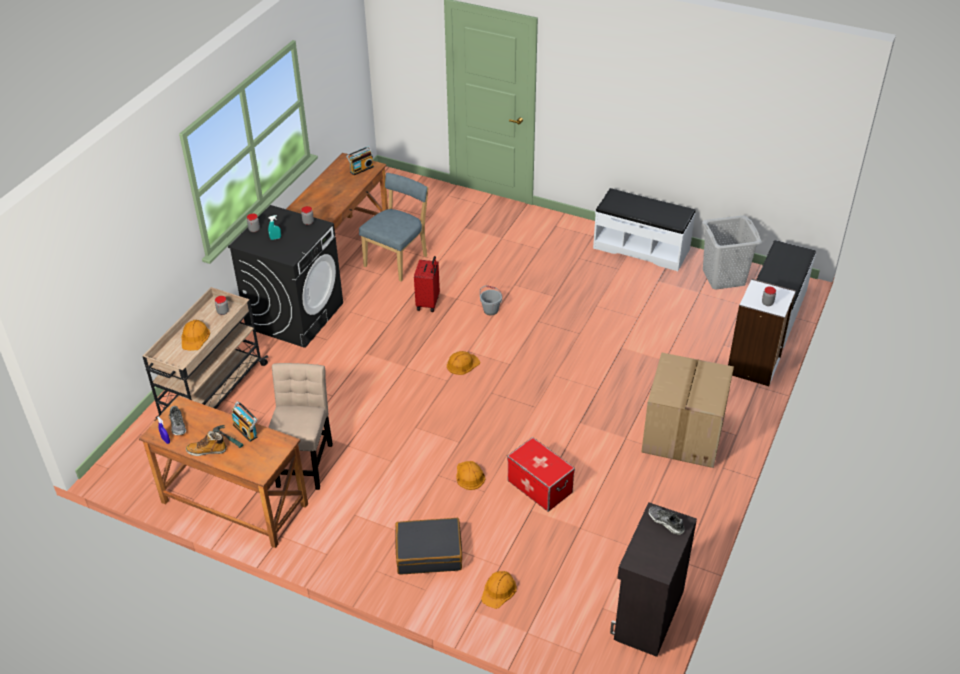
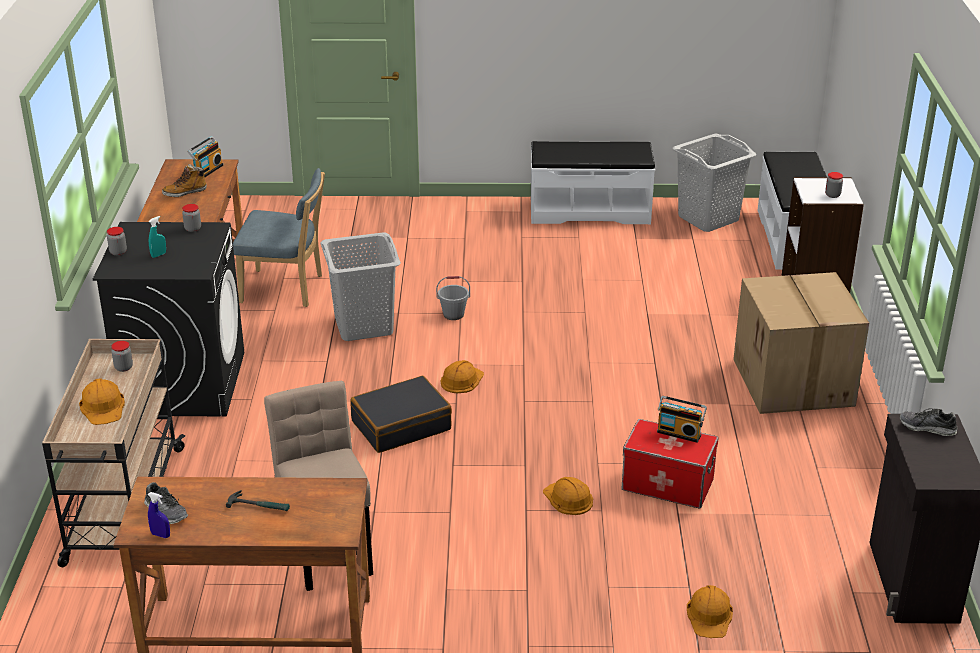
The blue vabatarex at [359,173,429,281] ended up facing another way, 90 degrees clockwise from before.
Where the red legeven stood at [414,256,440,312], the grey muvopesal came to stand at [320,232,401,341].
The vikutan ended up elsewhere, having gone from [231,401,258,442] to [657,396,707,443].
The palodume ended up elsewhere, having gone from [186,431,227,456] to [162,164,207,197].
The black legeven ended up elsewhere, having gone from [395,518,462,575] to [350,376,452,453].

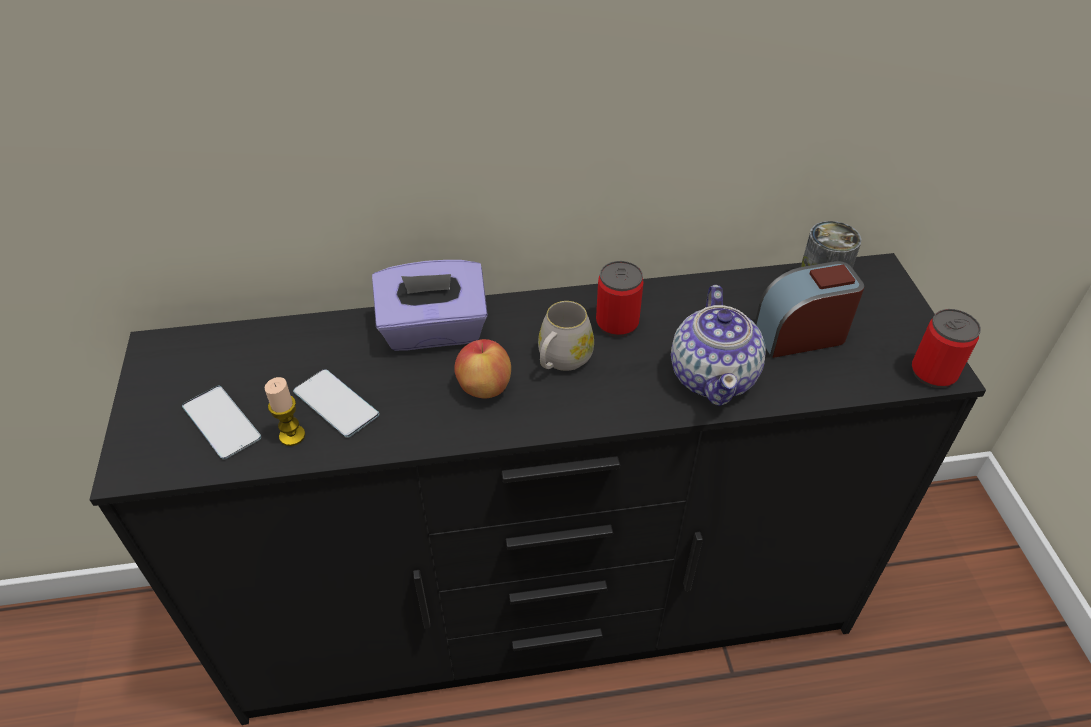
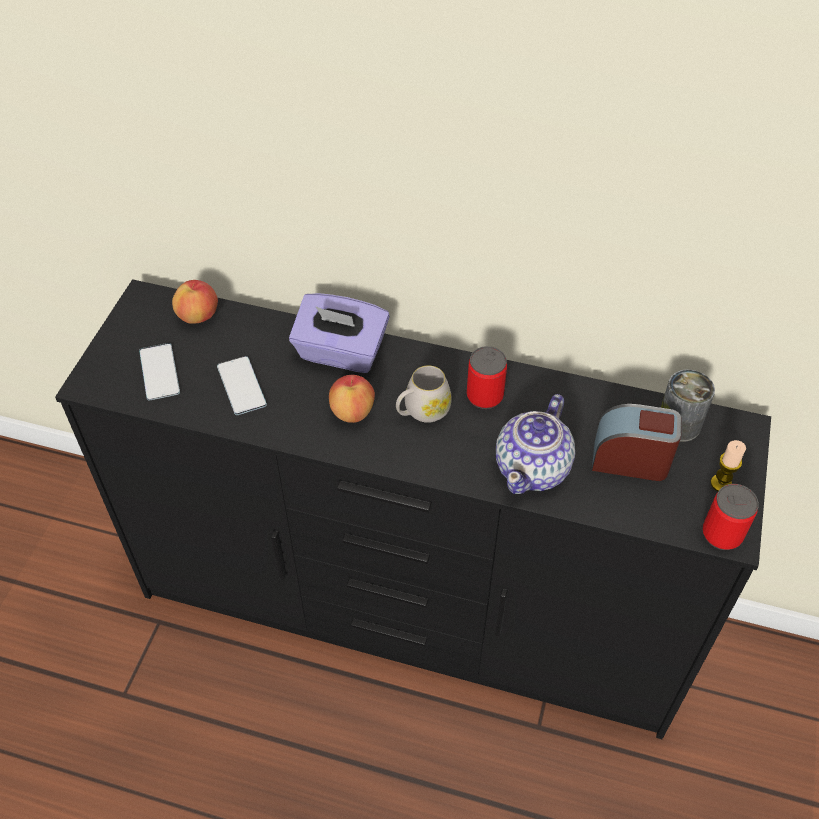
The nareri ended up elsewhere, having gone from [264,377,306,446] to [711,440,746,491].
The second view gained the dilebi at [172,280,218,324].

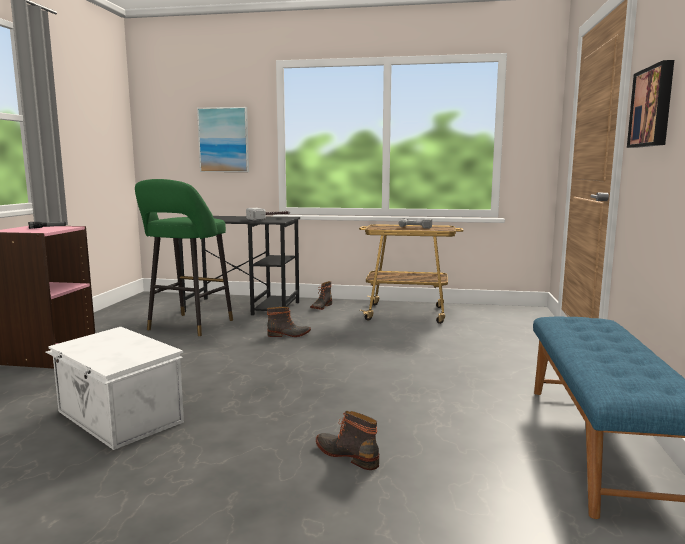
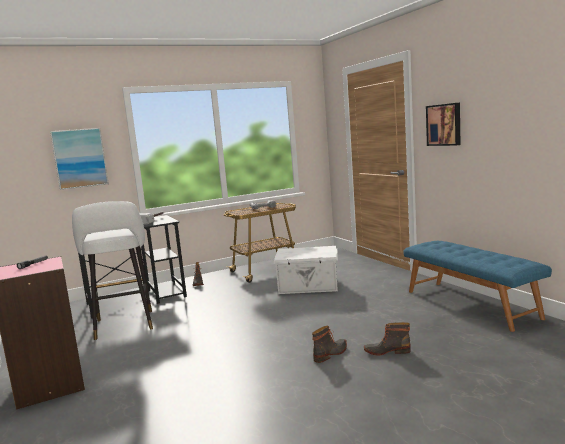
What was the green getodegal at [135,179,233,336] turned into the white getodegal at [72,201,153,340].
The palodume ended up elsewhere, having gone from [267,307,311,337] to [312,326,347,363].
The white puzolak ended up elsewhere, having gone from [46,327,184,450] to [273,246,338,294].

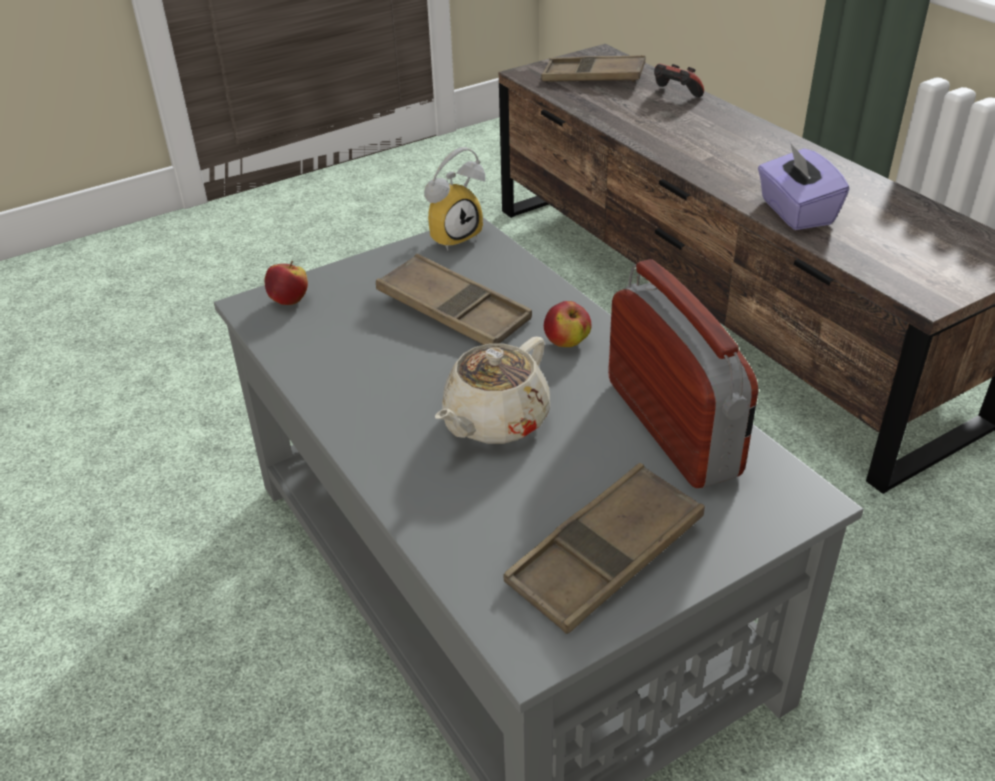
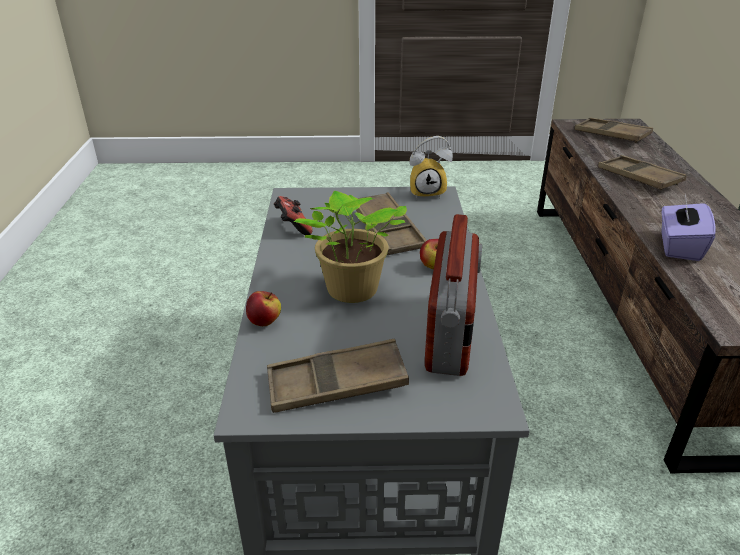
The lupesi ended up elsewhere, having gone from [654,64,704,97] to [274,196,312,235].
The dilebi ended up elsewhere, having gone from [265,261,308,305] to [246,291,281,326].
Where the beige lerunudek stood at [435,337,550,444], the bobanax came to stand at [294,191,407,303].
The second view gained the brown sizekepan at [598,155,687,191].

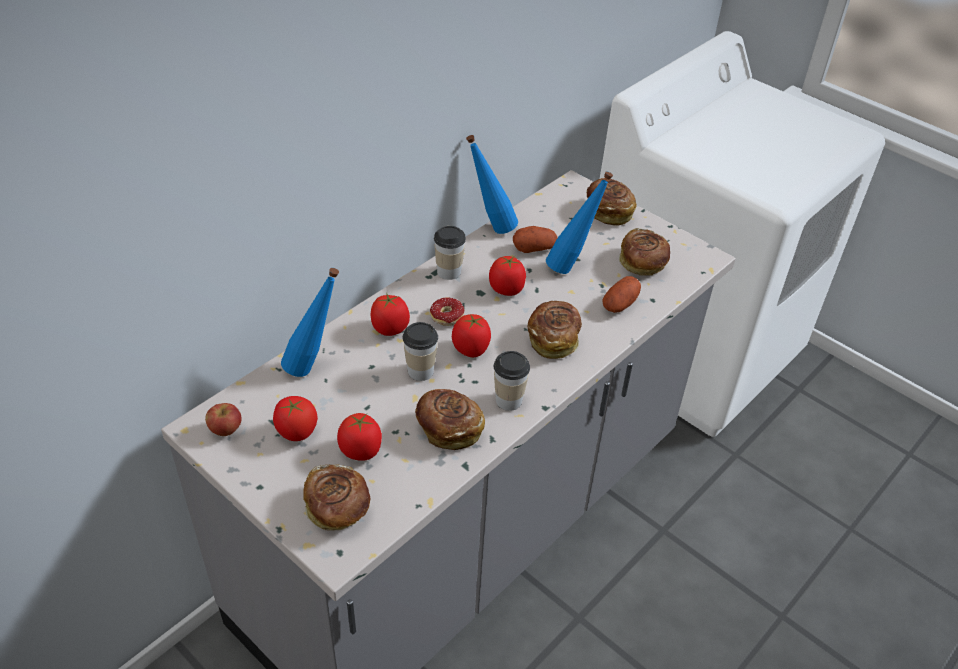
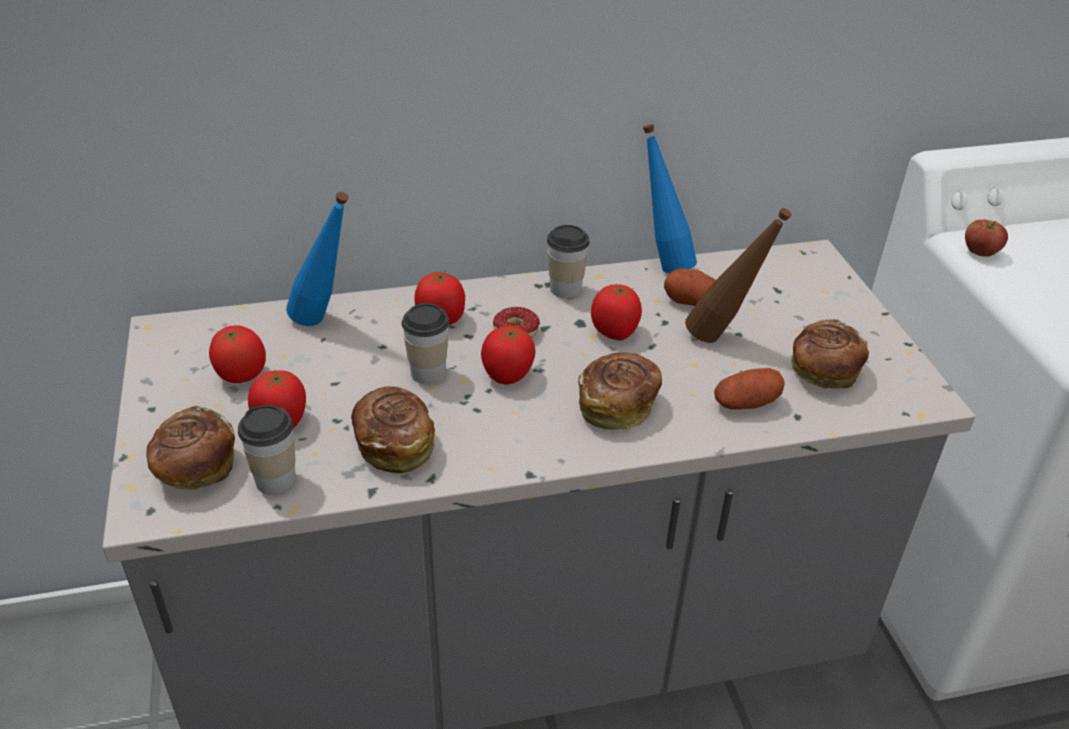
What was the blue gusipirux at [546,171,613,274] turned into the brown gusipirux at [685,208,792,343].
The second view lost the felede at [587,178,636,226].
The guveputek ended up elsewhere, having gone from [494,351,530,411] to [238,405,296,495].
The dilebi ended up elsewhere, having gone from [205,403,242,436] to [965,220,1008,257].

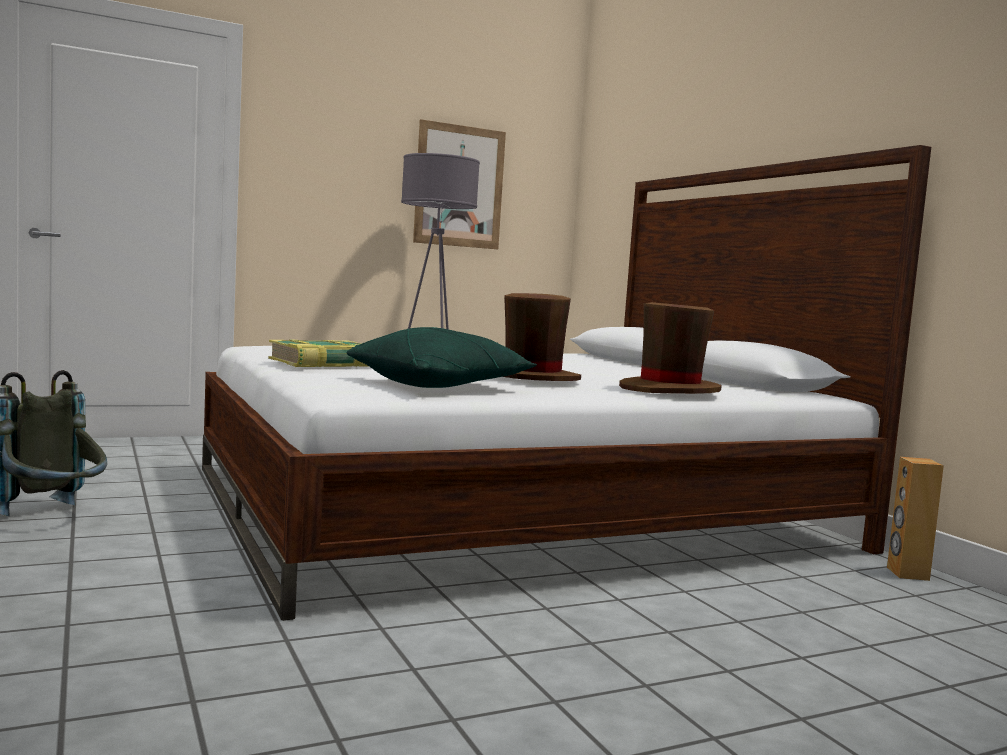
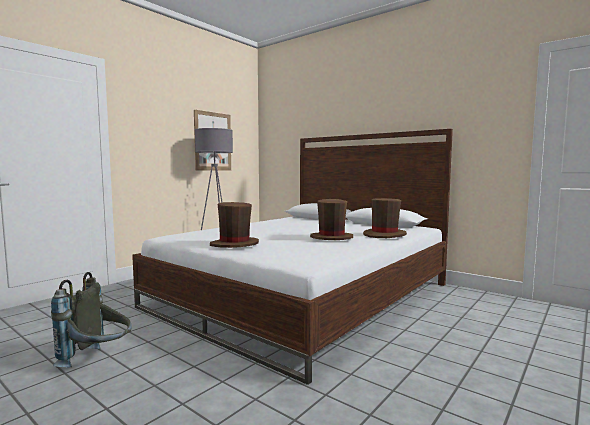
The second view lost the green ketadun at [347,327,537,388].
Where the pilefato stood at [268,340,368,367], the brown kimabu came to stand at [210,202,259,248].
The second view lost the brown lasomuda at [887,457,944,581].

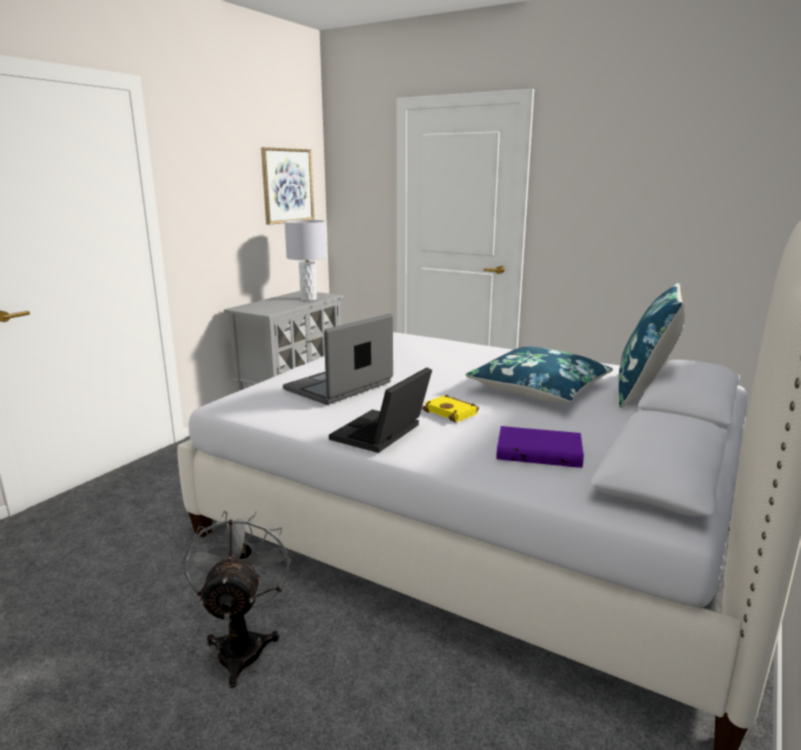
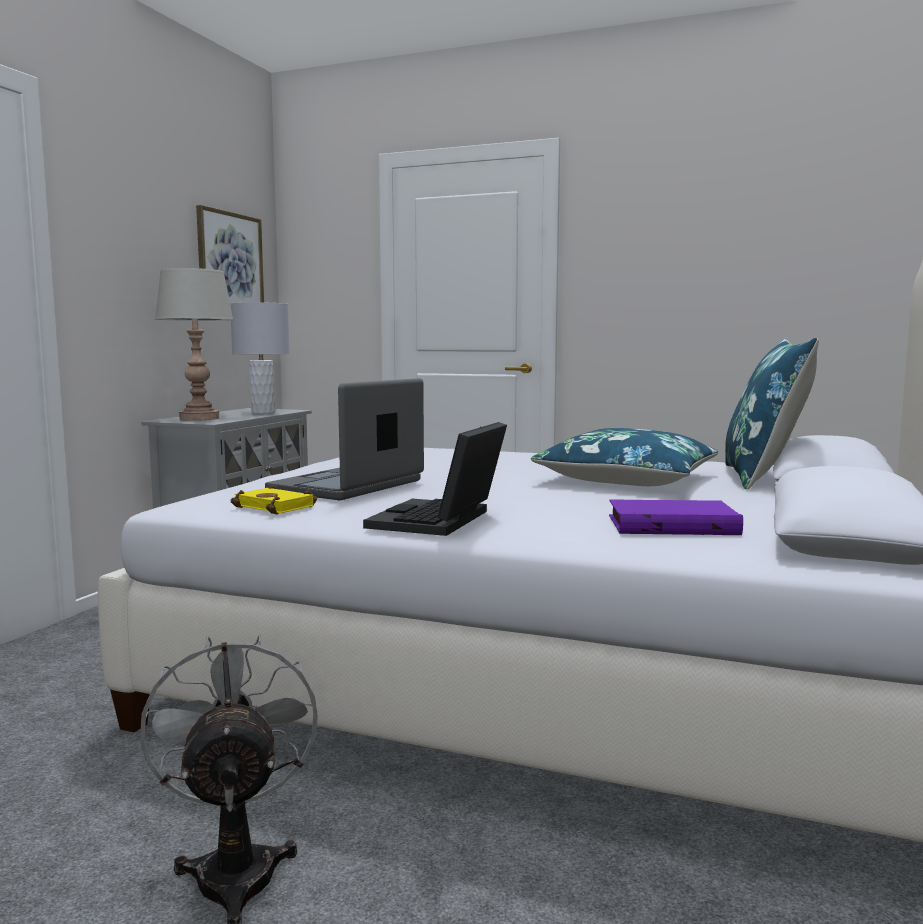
The yellow pilefato ended up elsewhere, having gone from [422,394,479,422] to [231,485,317,514].
The second view gained the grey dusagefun at [155,268,234,421].

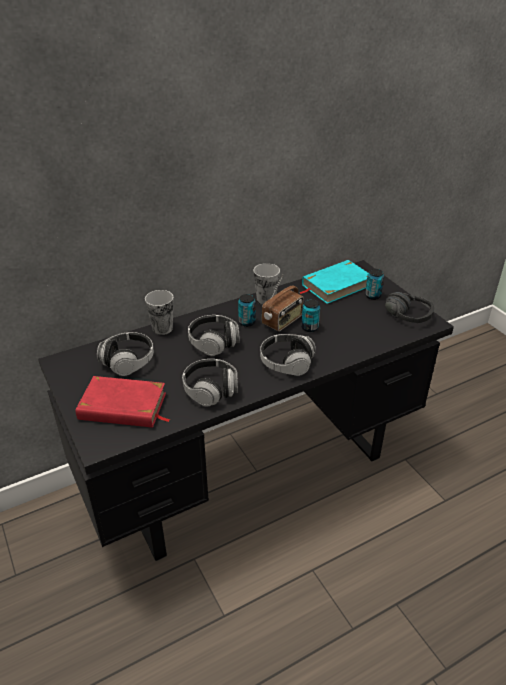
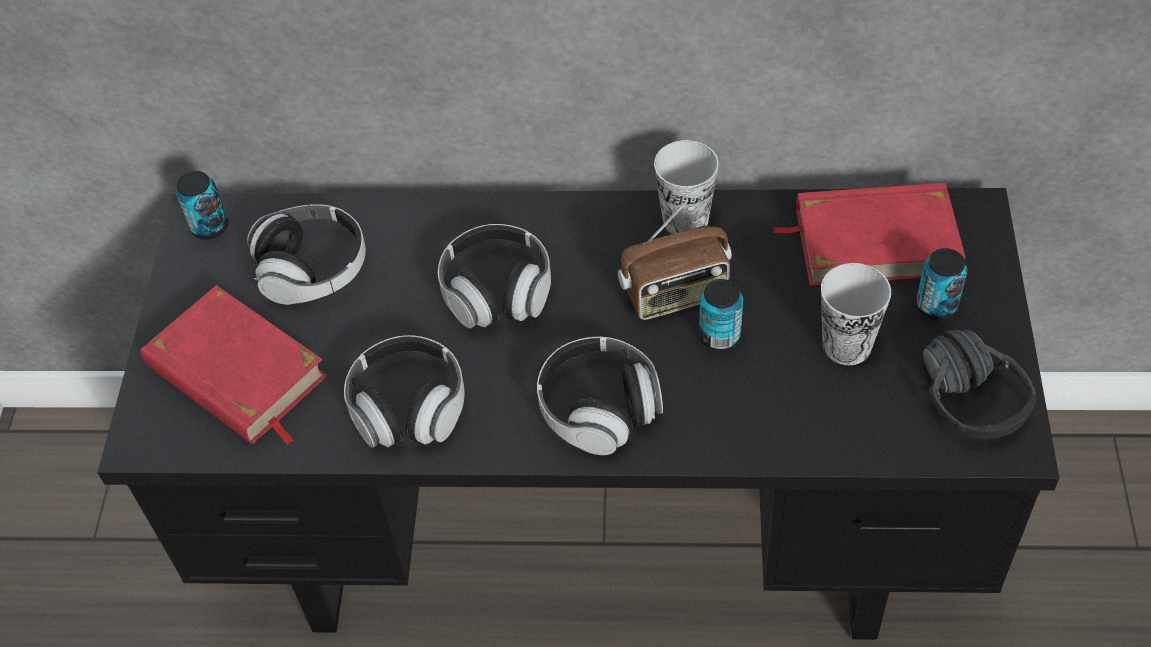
What was the turquoise pilefato at [299,260,368,304] turned into the red pilefato at [772,183,966,286].
The guveputek ended up elsewhere, having gone from [145,290,173,335] to [821,263,891,365].
The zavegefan ended up elsewhere, having gone from [238,294,256,327] to [176,171,228,240].

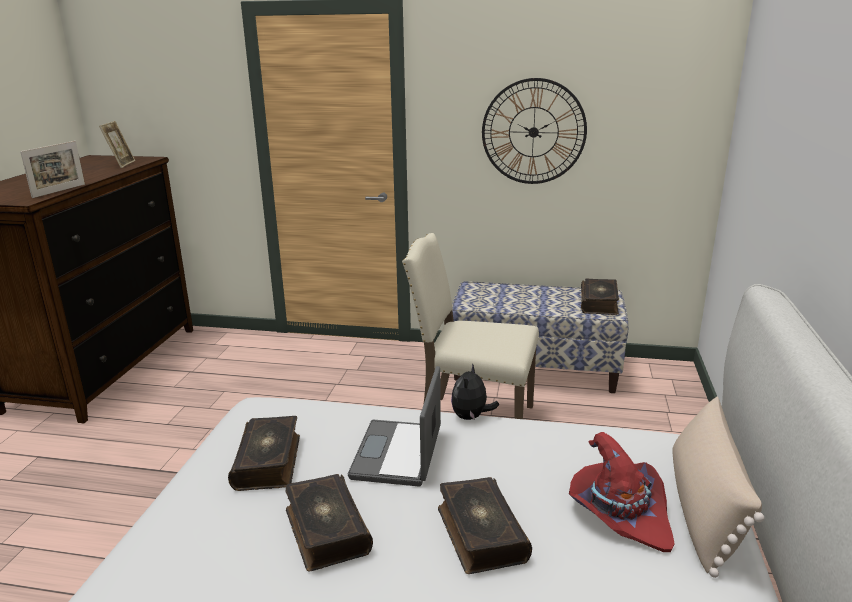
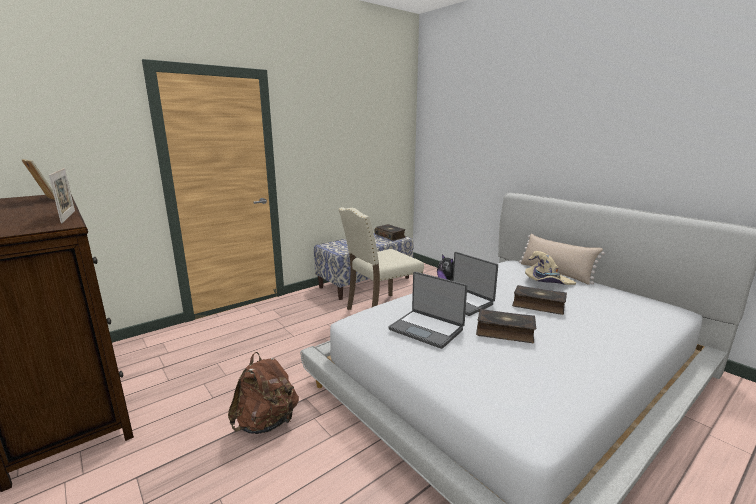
The second view lost the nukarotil at [482,78,587,184].
Where the pilefato stood at [228,416,300,491], the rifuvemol came to stand at [388,272,467,349].
What was the red kimabu at [569,432,675,552] turned into the beige kimabu at [525,251,576,285].
The second view gained the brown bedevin at [228,352,299,434].

